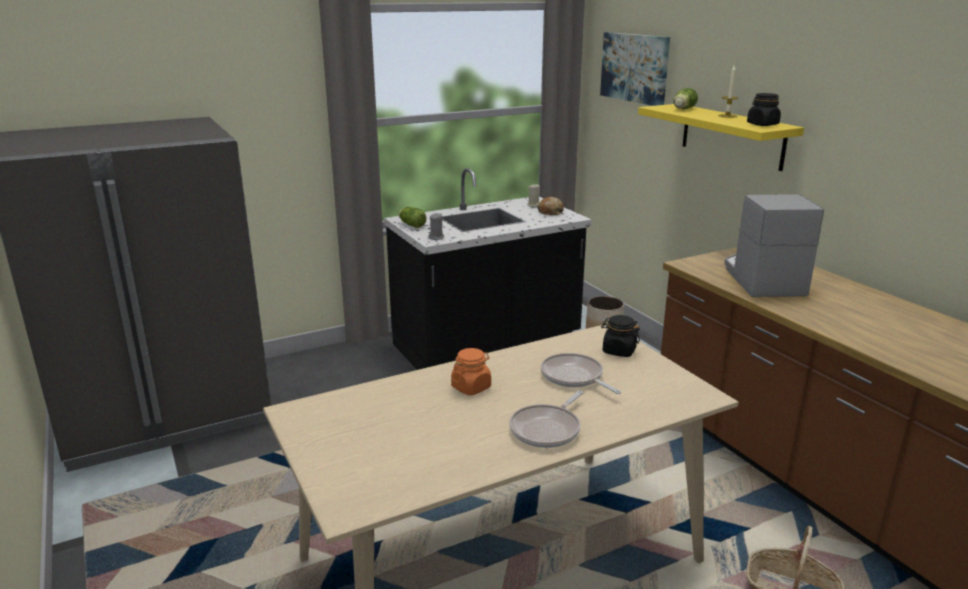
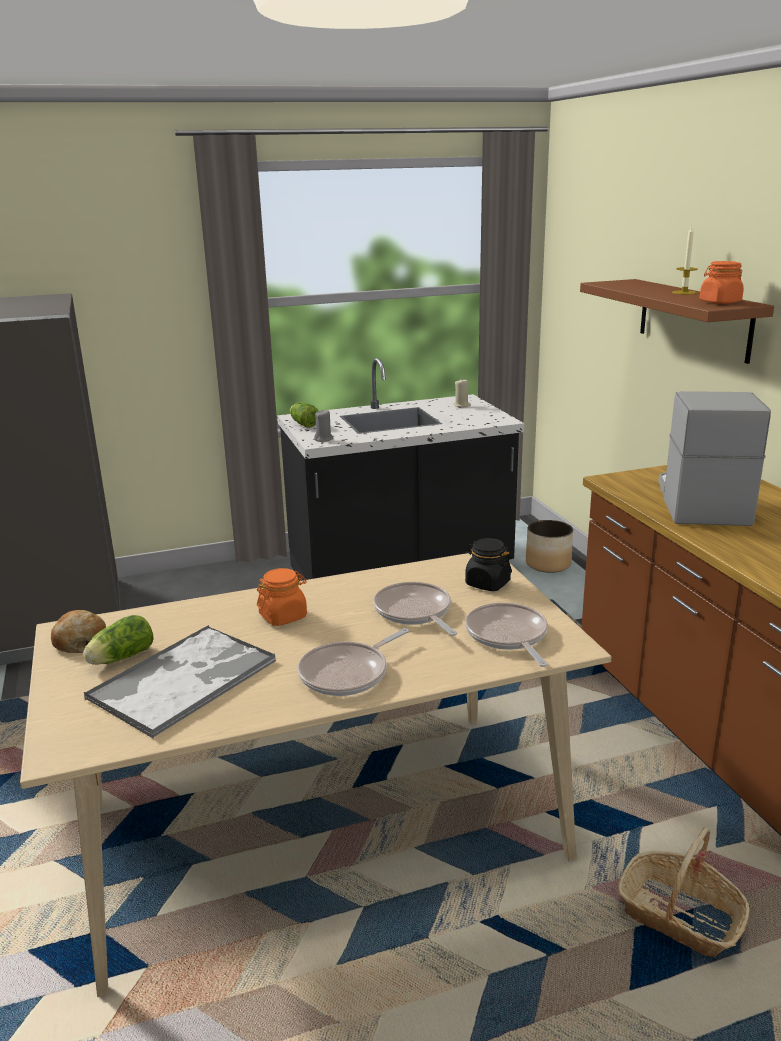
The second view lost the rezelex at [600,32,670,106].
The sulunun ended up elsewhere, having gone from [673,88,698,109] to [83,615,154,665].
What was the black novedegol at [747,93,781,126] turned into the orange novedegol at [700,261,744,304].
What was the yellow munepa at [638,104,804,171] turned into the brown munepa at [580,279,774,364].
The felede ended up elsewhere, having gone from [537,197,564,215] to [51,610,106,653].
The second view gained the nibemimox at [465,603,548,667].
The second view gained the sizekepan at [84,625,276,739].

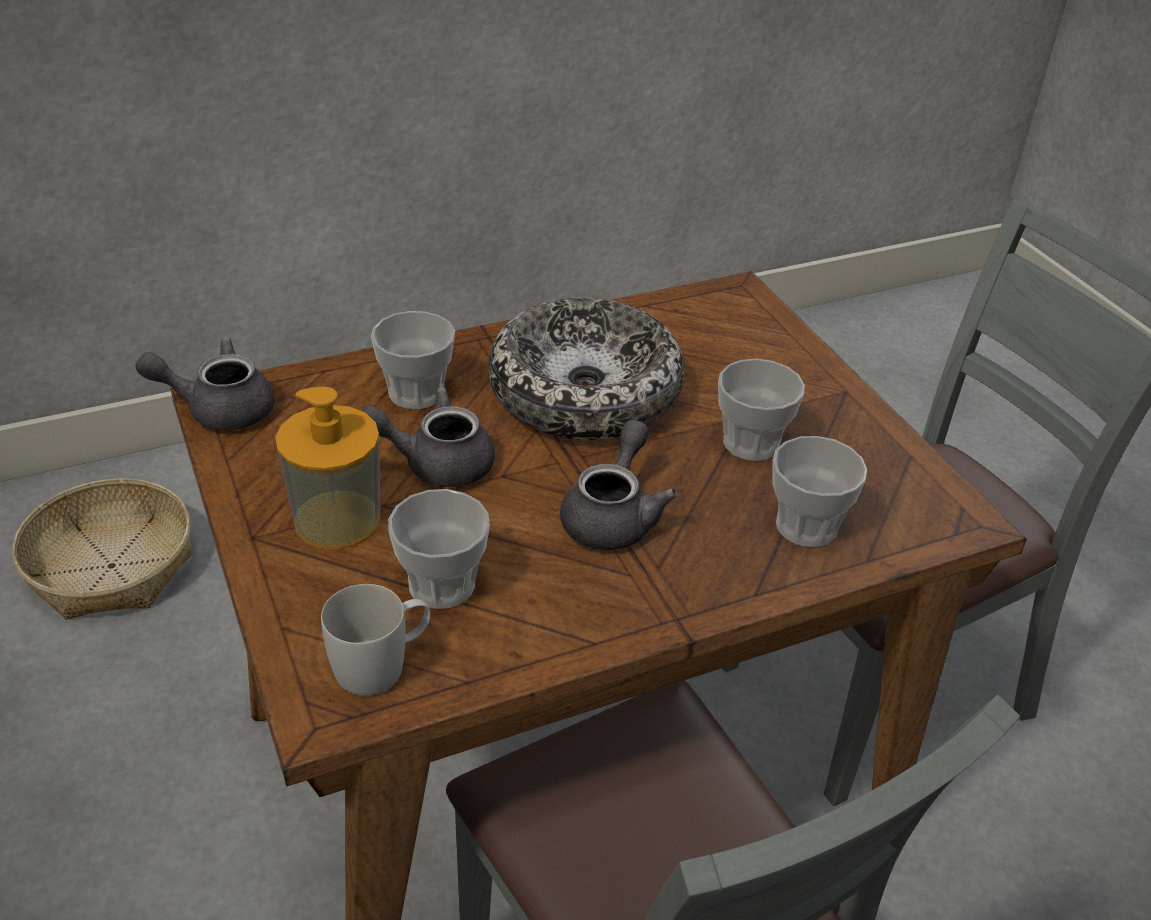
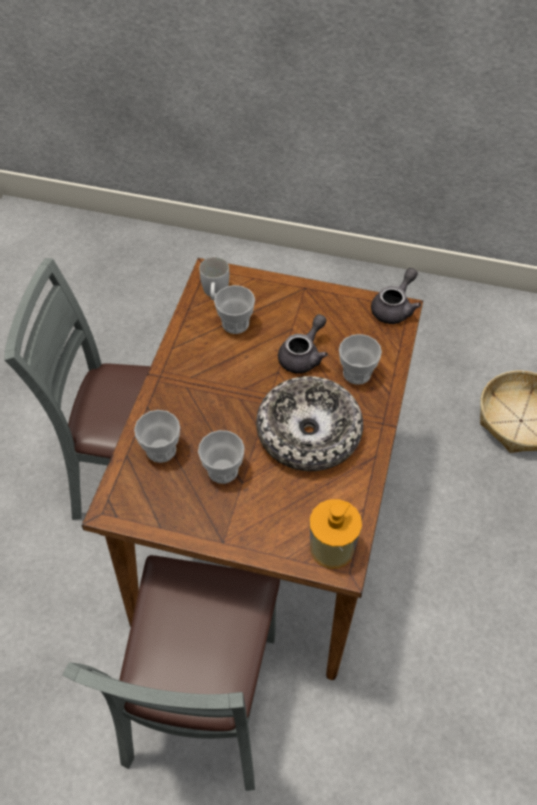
The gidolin ended up elsewhere, having gone from [275,387,380,550] to [309,499,362,569].
The second view lost the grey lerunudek at [560,419,677,550].

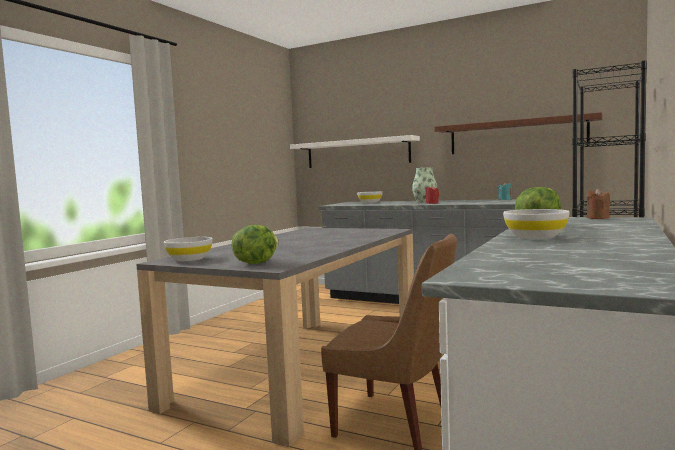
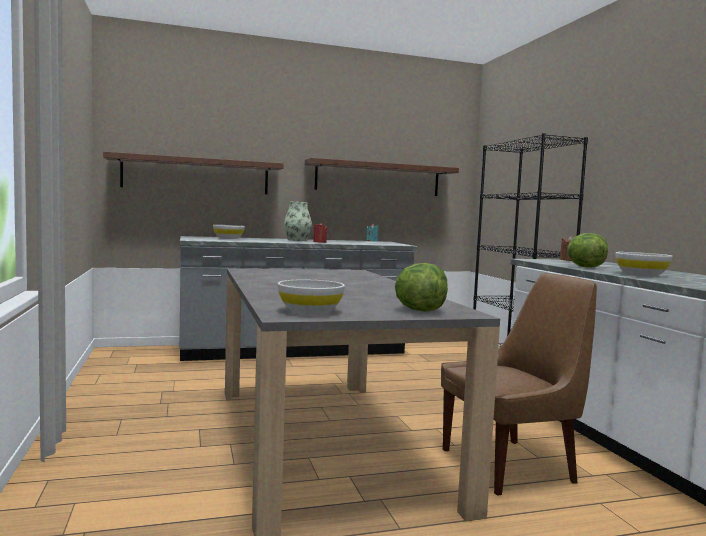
What was the white munepa at [290,135,420,168] turned into the brown munepa at [103,152,284,194].

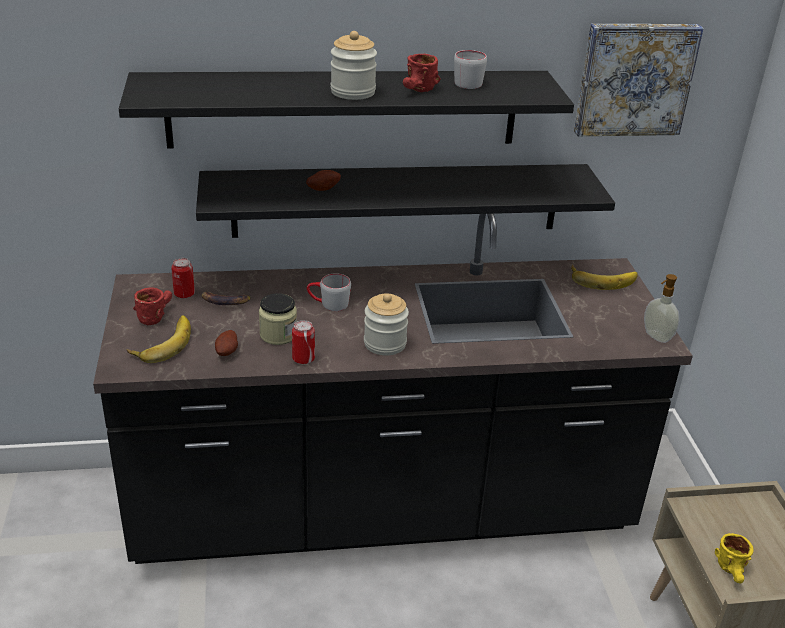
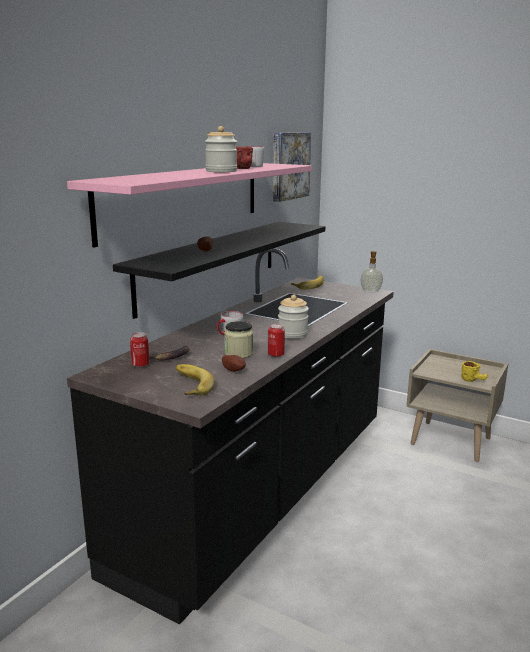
What was the black munepa at [119,71,574,149] turned into the pink munepa at [67,163,312,247].
The second view lost the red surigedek at [133,287,172,325].

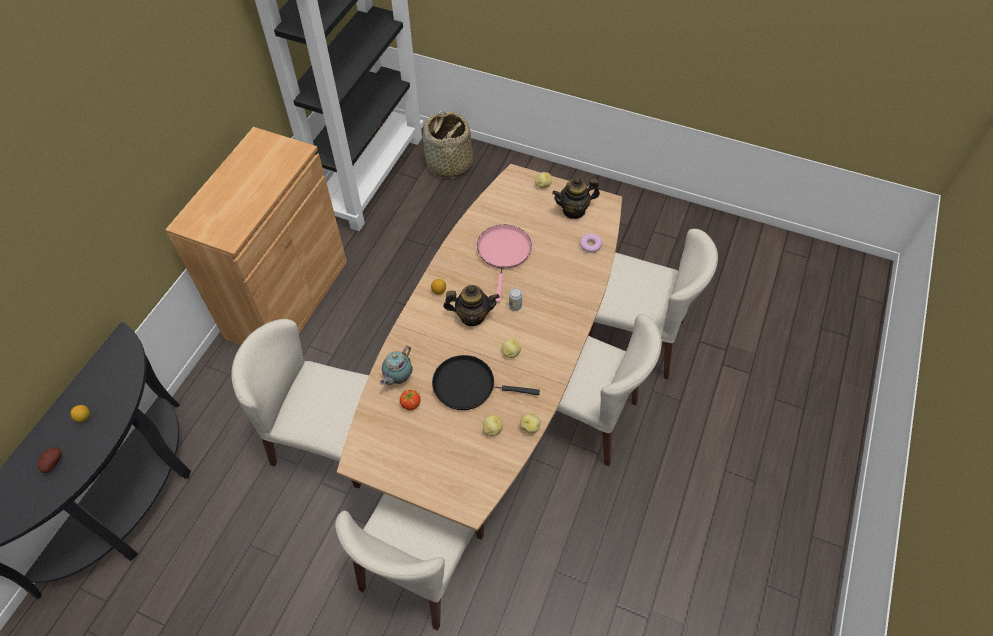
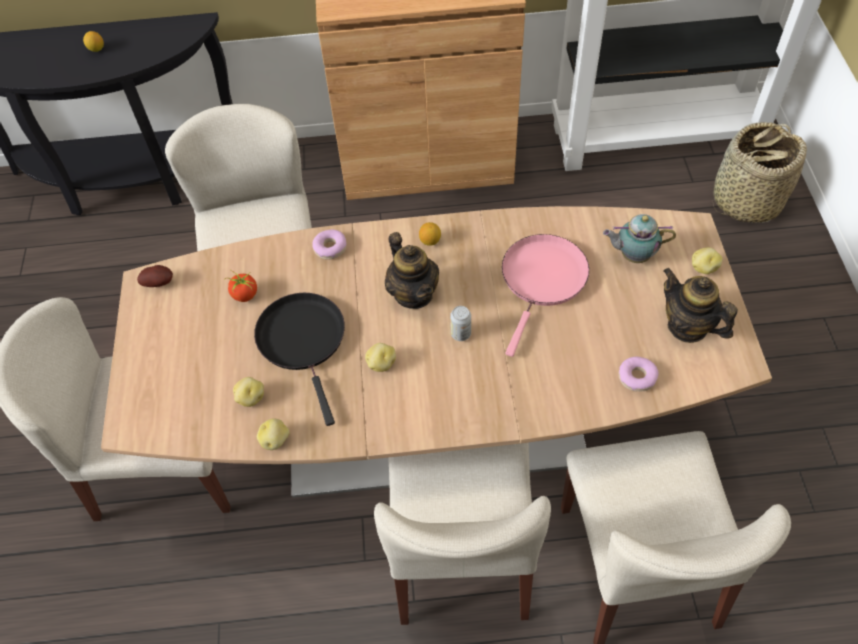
The pink nibemimox at [477,225,532,302] ended up facing another way, 45 degrees counterclockwise from before.
The lerunudek ended up elsewhere, having gone from [380,345,412,385] to [603,214,676,263].
The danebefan ended up elsewhere, having gone from [37,447,62,473] to [137,265,173,287].
The second view gained the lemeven at [312,230,346,260].

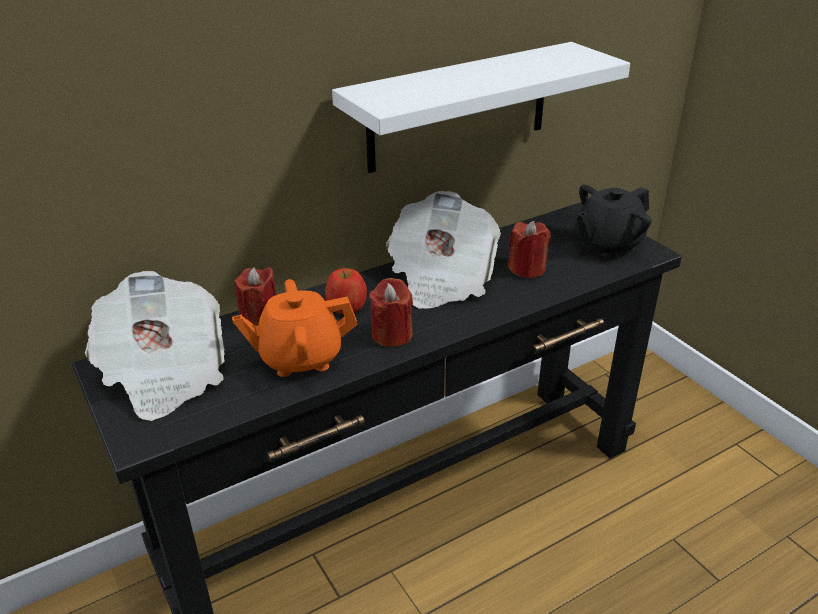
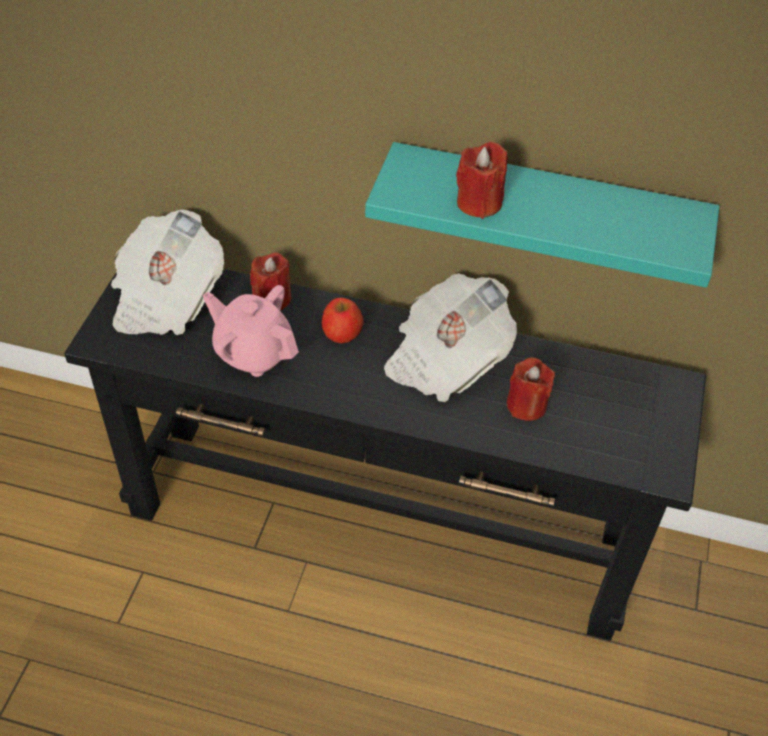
What was the white munepa at [332,42,630,173] turned into the turquoise munepa at [365,142,719,288].
The second view lost the black lerunudek at [575,185,651,259].
The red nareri ended up elsewhere, having gone from [369,278,413,347] to [456,142,508,219].
What was the orange lerunudek at [232,279,357,377] turned into the pink lerunudek at [203,285,299,377].

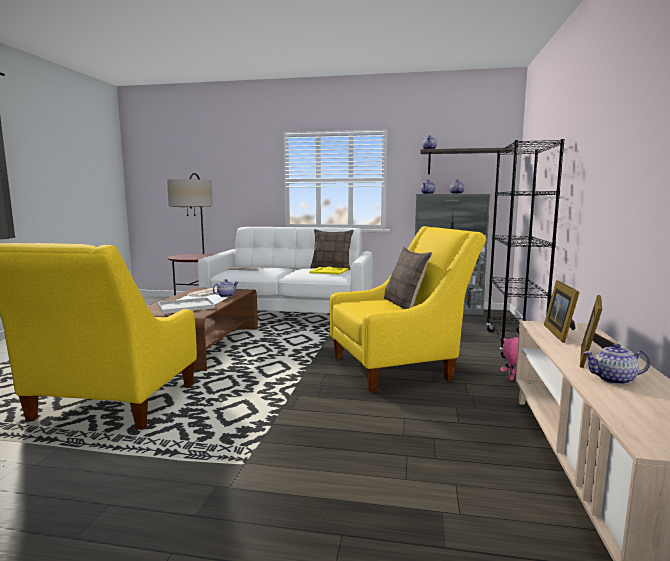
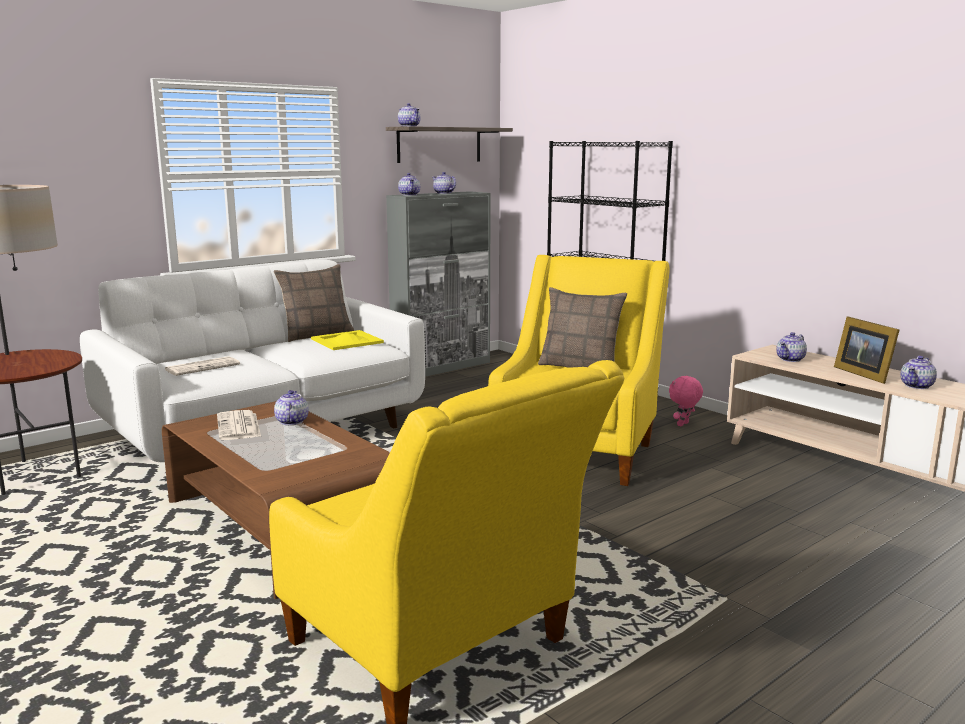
Where the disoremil stood at [544,280,579,343], the lerunudek came to stand at [776,332,807,362].
The second view lost the white sizekepan at [158,297,215,314].

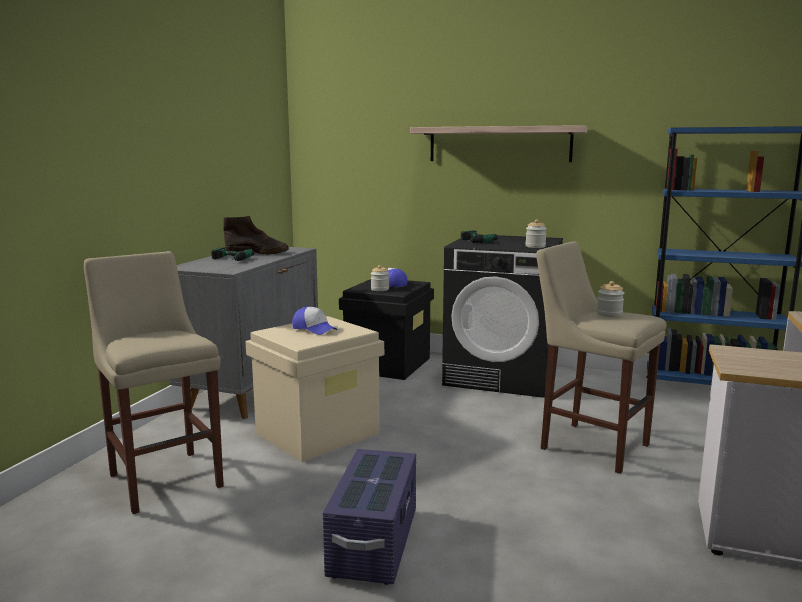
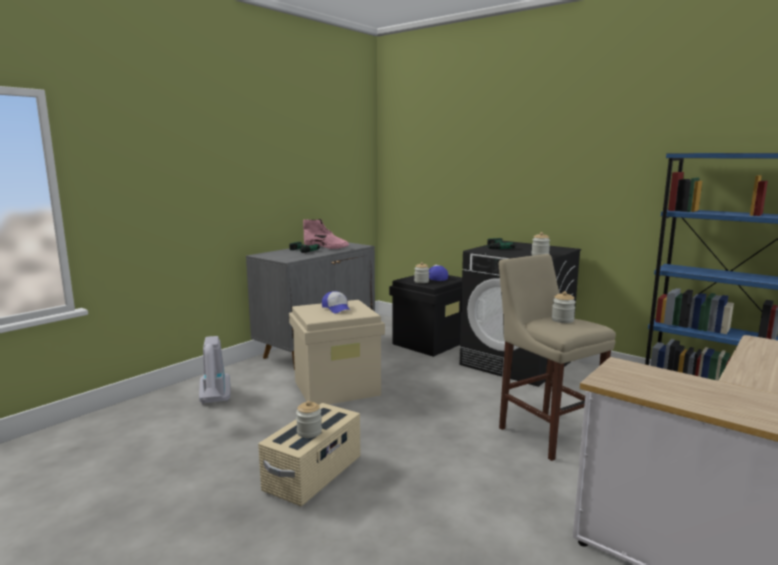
The second view lost the munepa at [410,125,588,162].
What was the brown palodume at [223,216,289,255] turned into the pink palodume at [303,219,349,249].
Where the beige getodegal stood at [84,251,224,514], the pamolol came to stand at [199,336,231,404].
What was the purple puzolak at [323,449,416,585] turned into the beige puzolak at [258,403,360,506].
The second view gained the novedegol at [296,401,322,438].

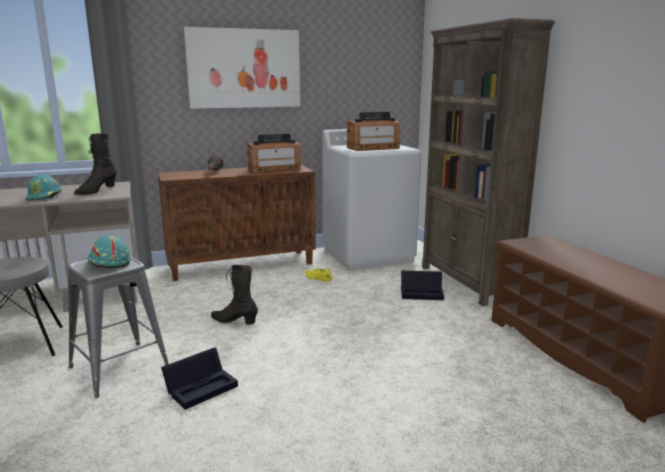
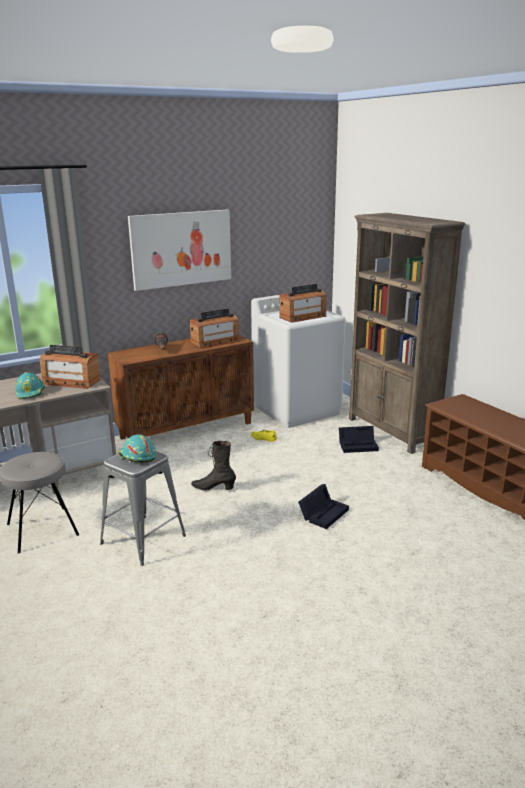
Where the black palodume stood at [74,133,117,195], the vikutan came to stand at [40,345,101,389].
The black puzolak ended up elsewhere, having gone from [161,348,238,410] to [298,484,349,529].

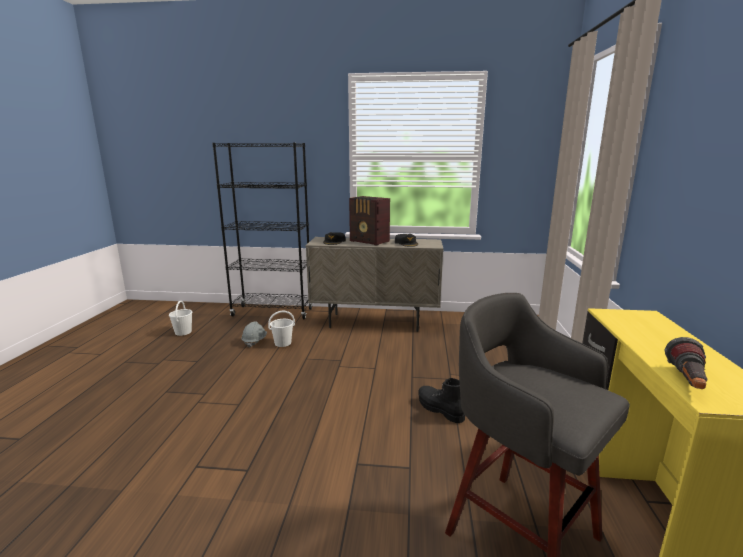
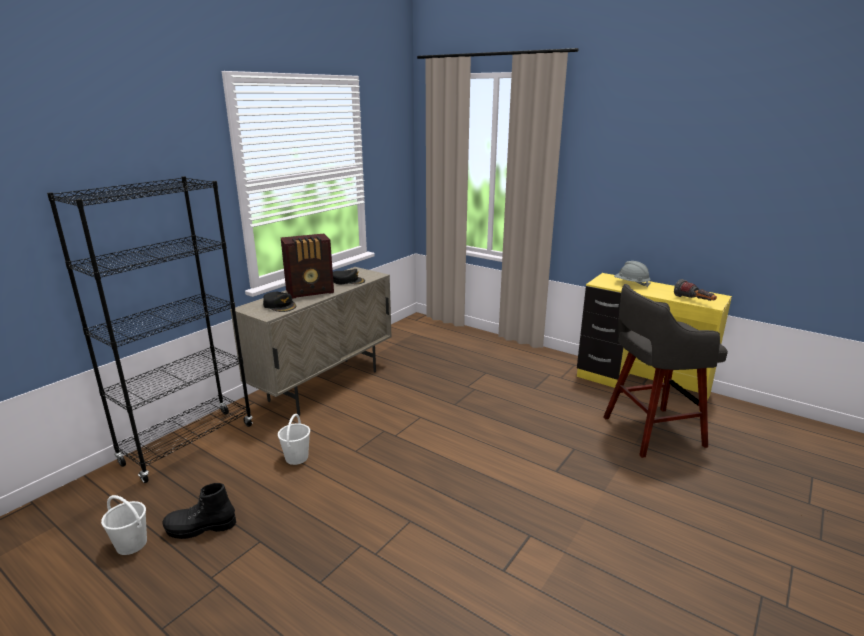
The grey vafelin ended up elsewhere, having gone from [241,321,267,348] to [614,261,651,287].
The black palodume ended up elsewhere, having gone from [418,378,465,423] to [163,483,236,539].

